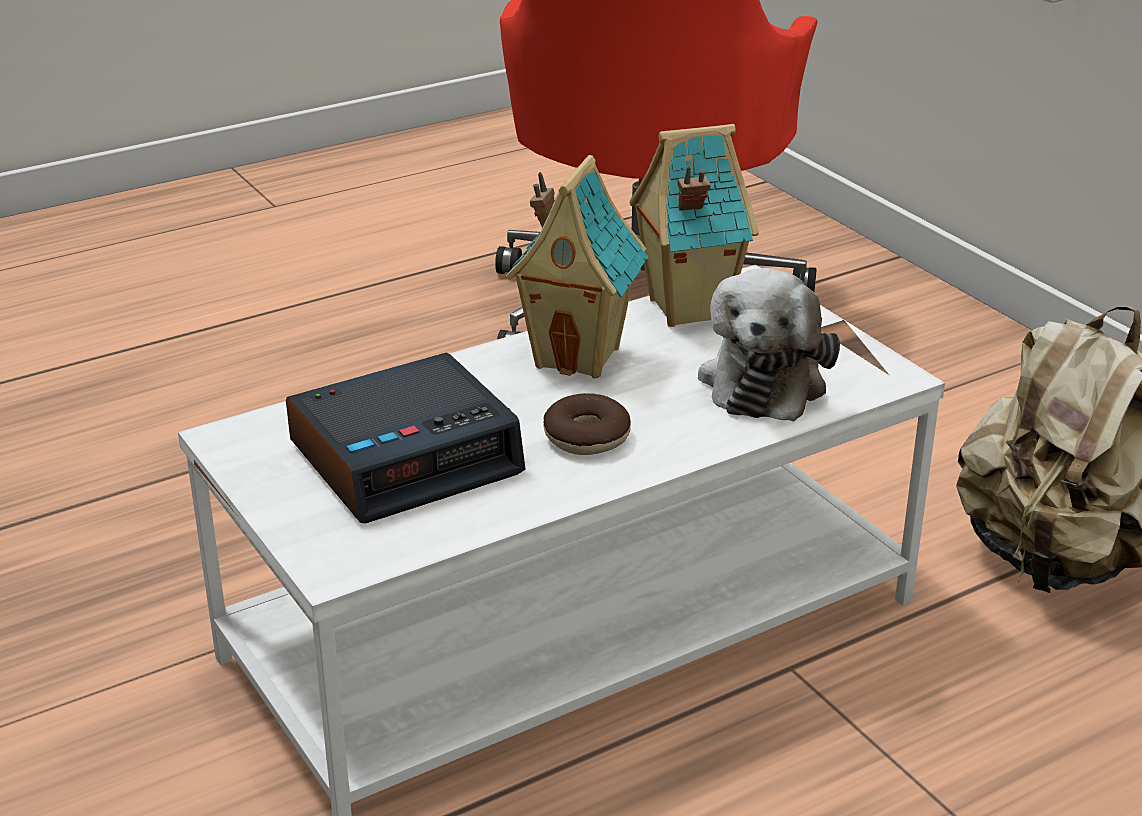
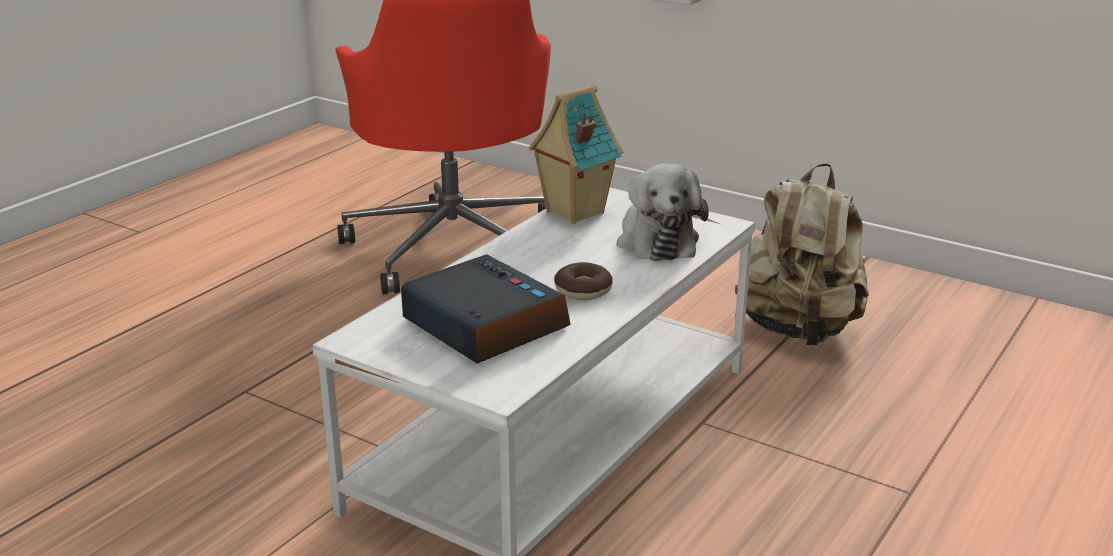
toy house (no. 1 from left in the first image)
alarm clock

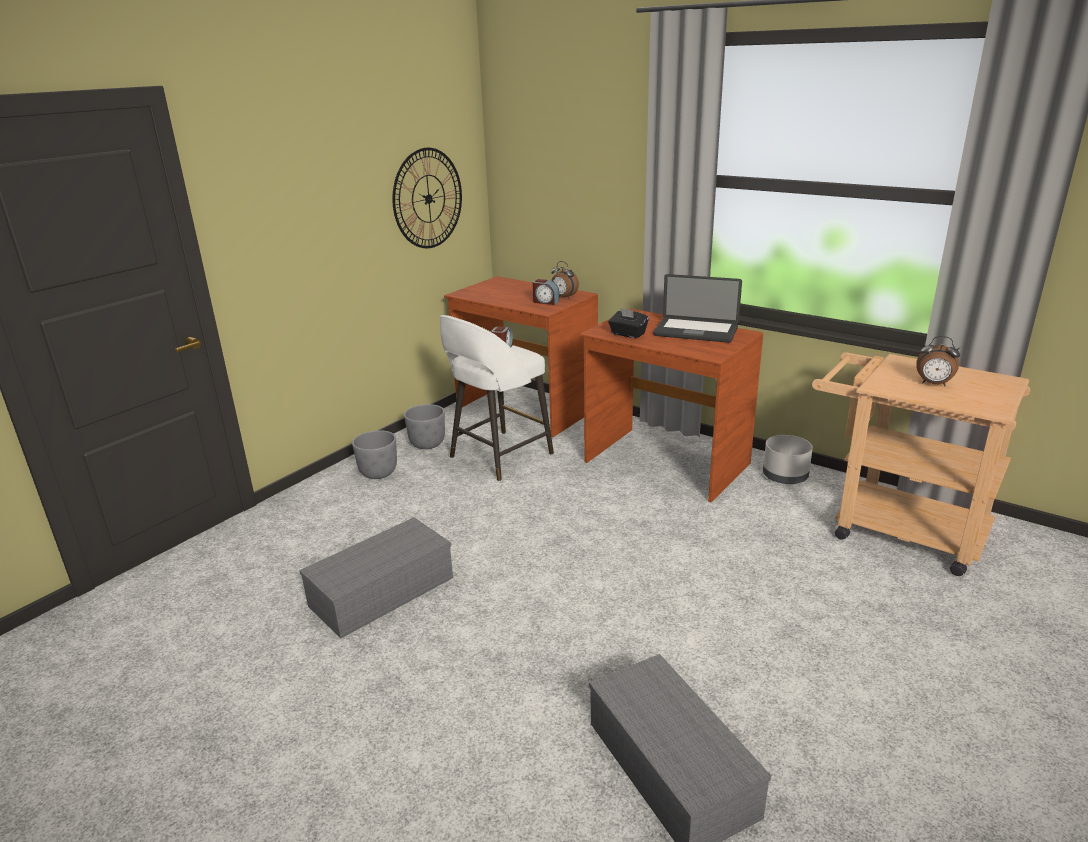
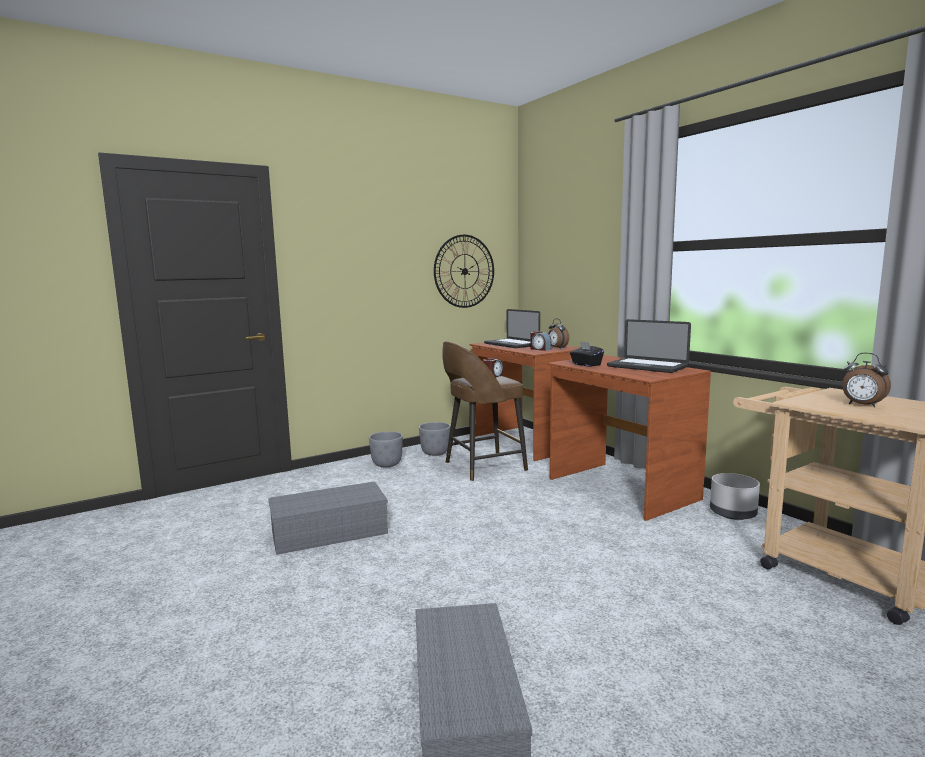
brown stool
laptop (no. 1 from left)

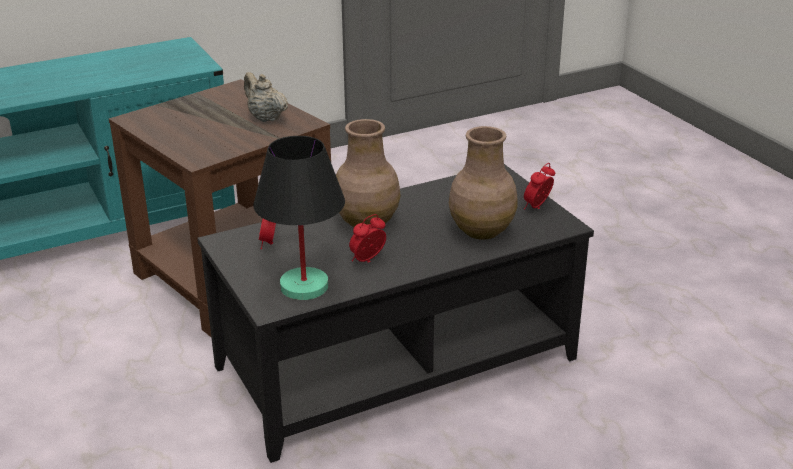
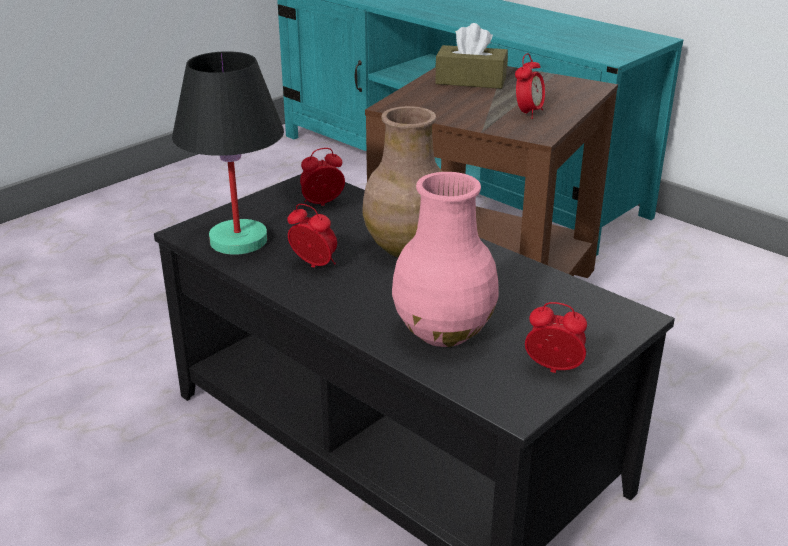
alarm clock (no. 3 from left)
pink vase
brown tissue box

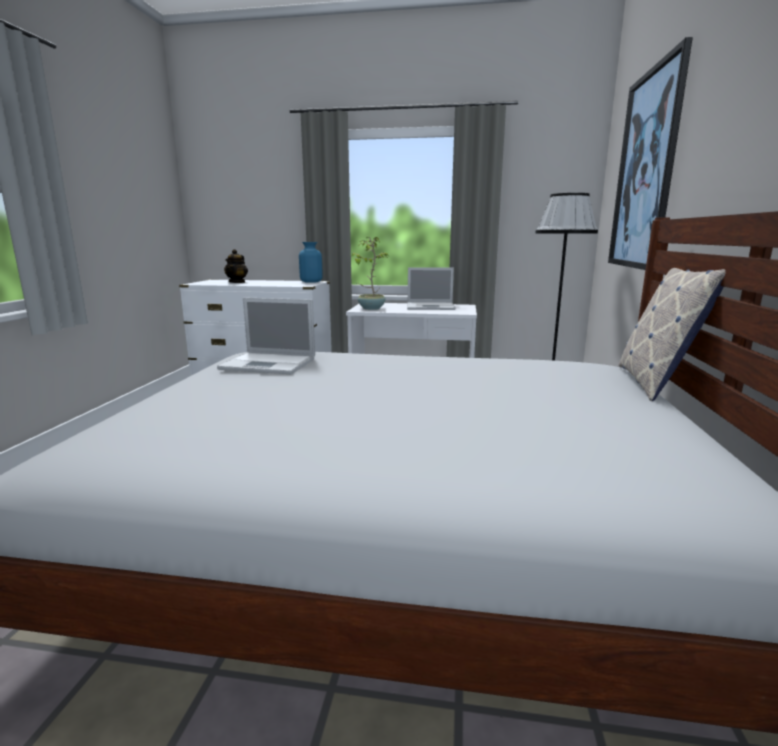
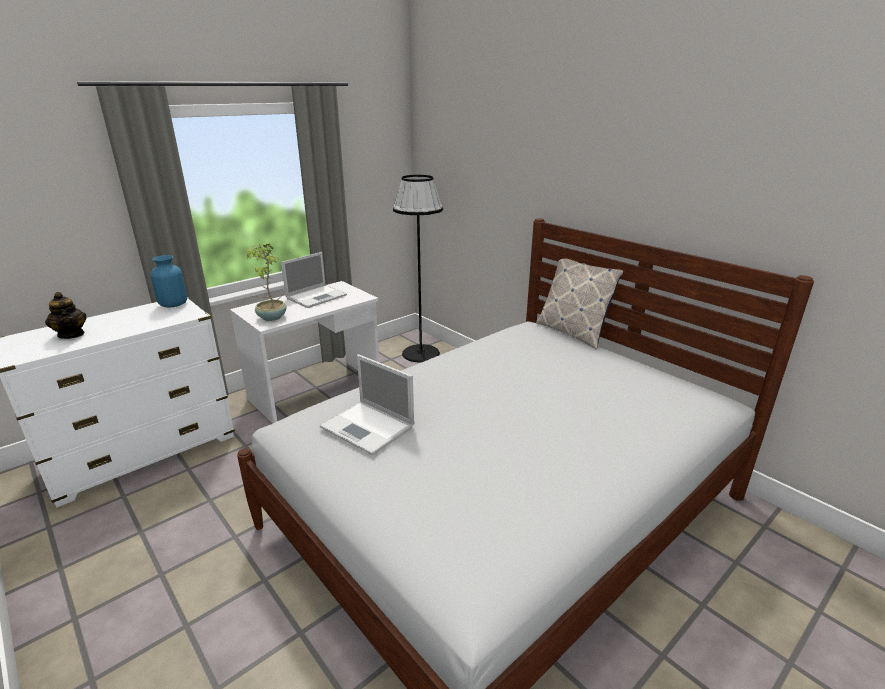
picture
laptop (no. 2 from left)

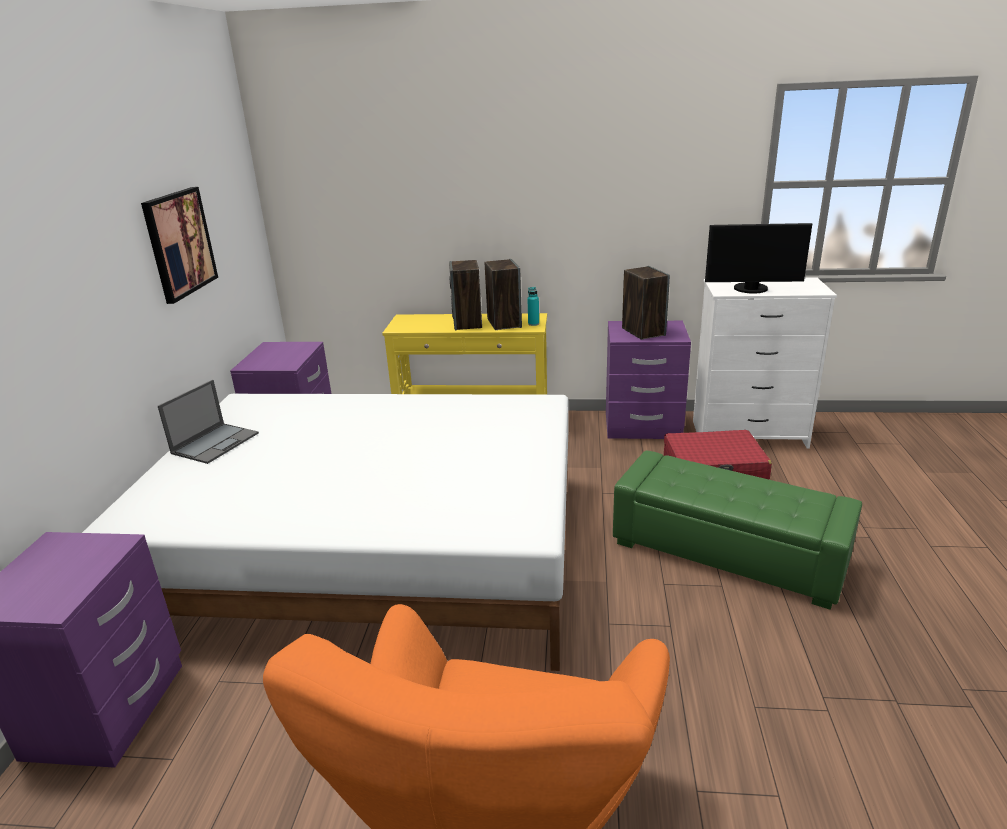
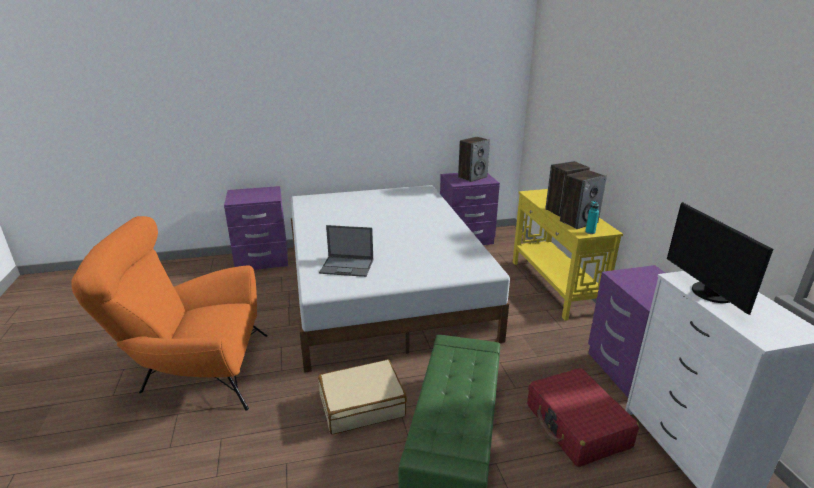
picture
speaker (no. 1 from left)
laptop
beige suitcase

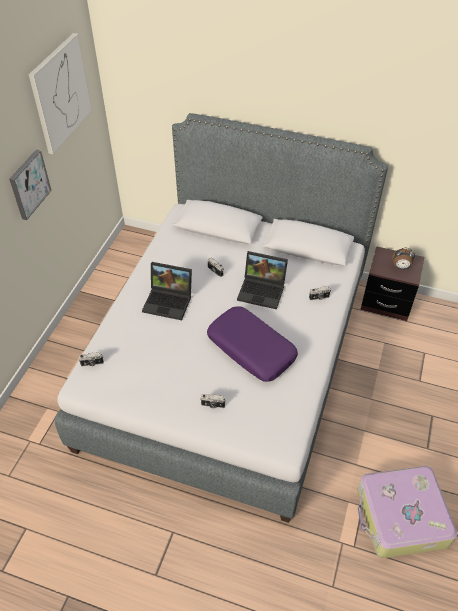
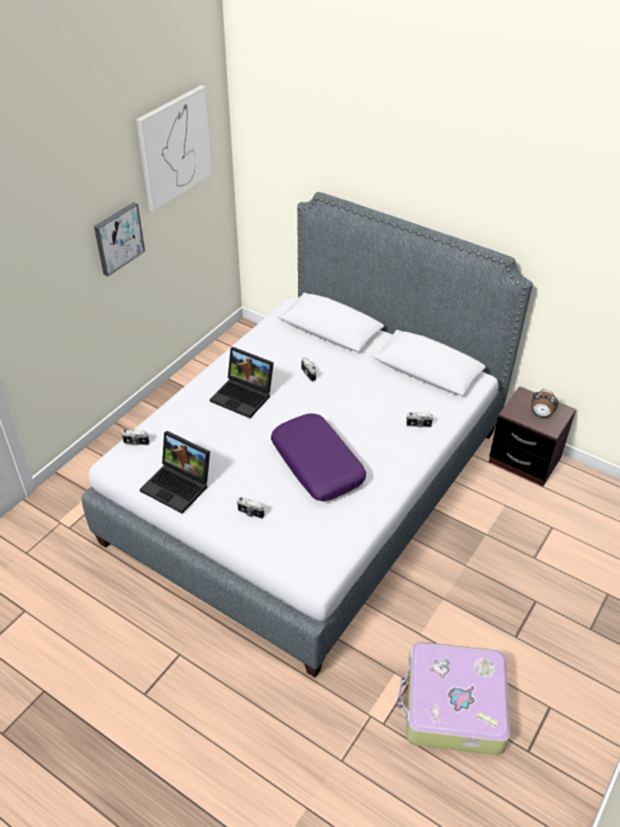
laptop (no. 1 from left)

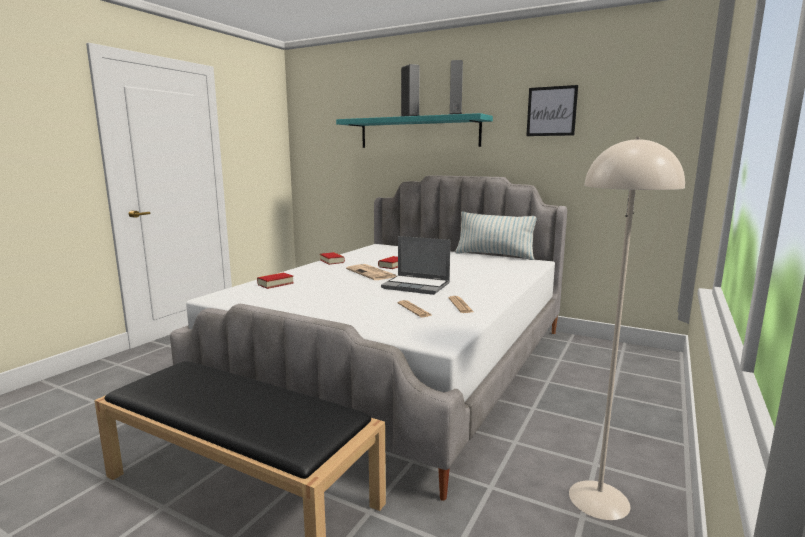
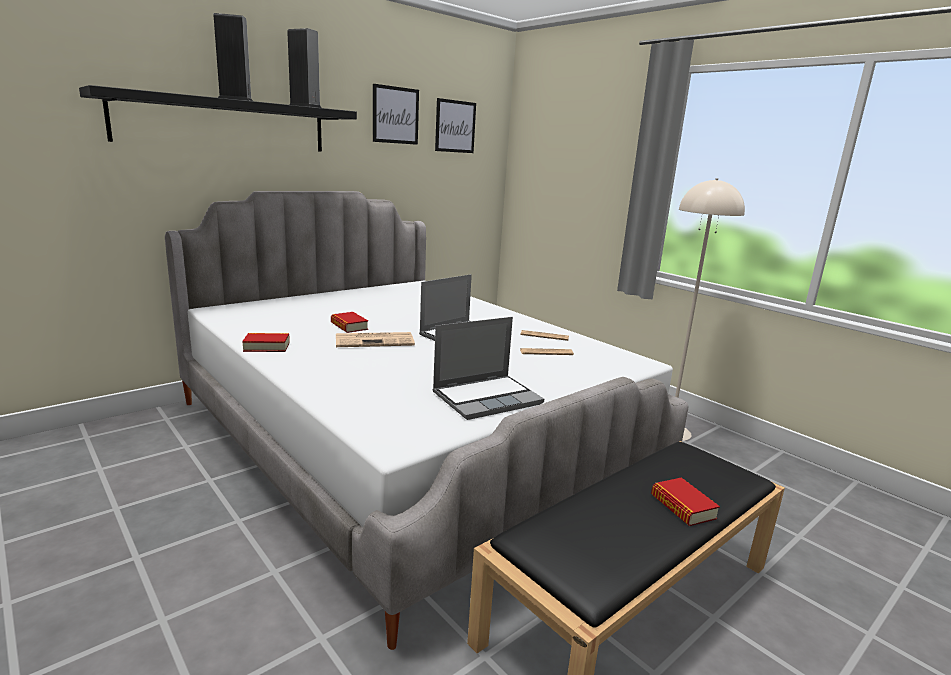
black shelf
pillow
book (no. 3 from left)
picture (no. 2 from left)
laptop (no. 2 from left)

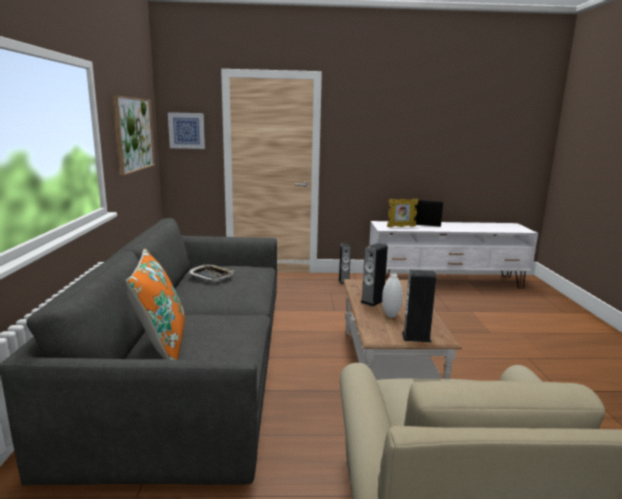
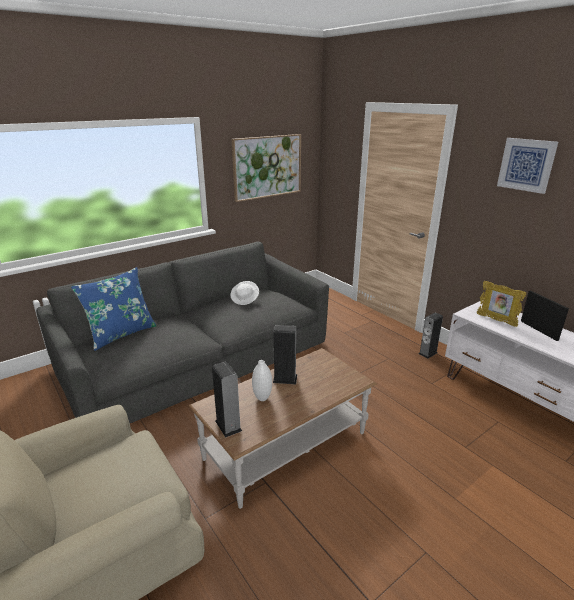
picture (no. 2 from left)
blue pillow
white hat

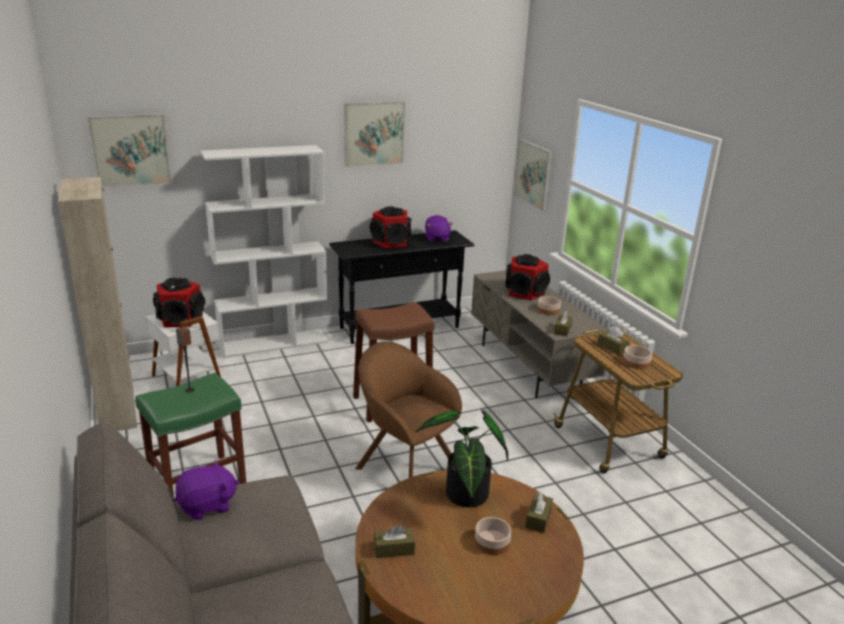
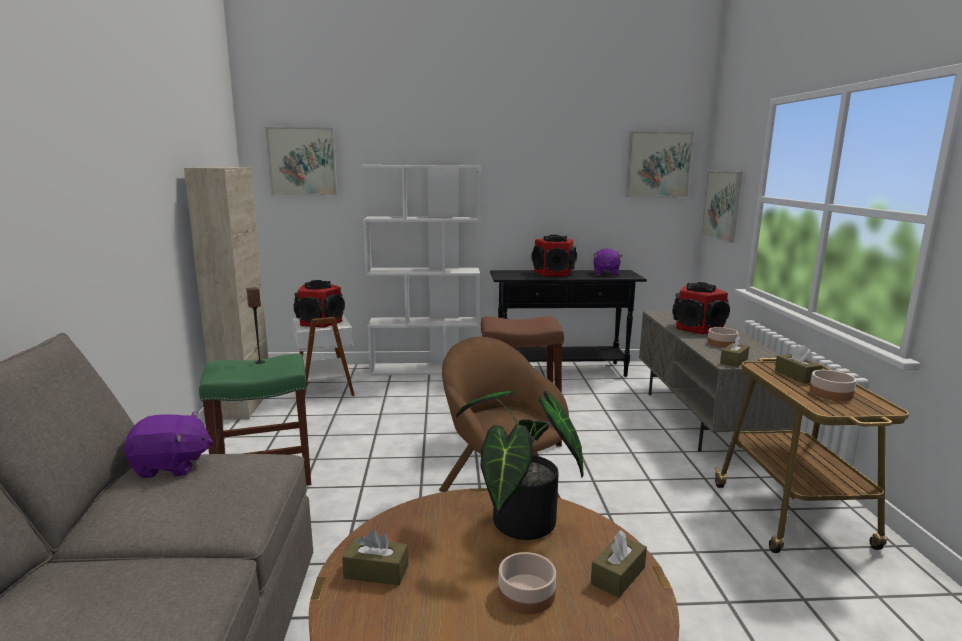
picture (no. 2 from left)

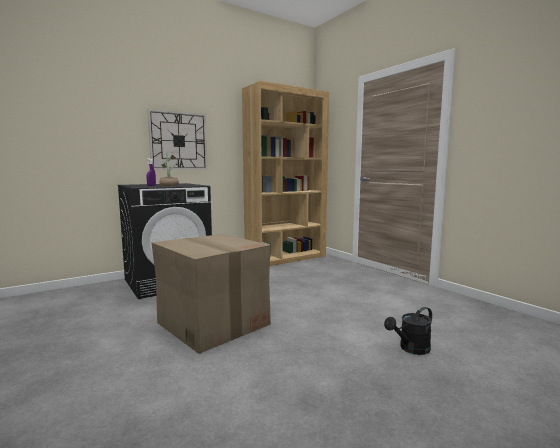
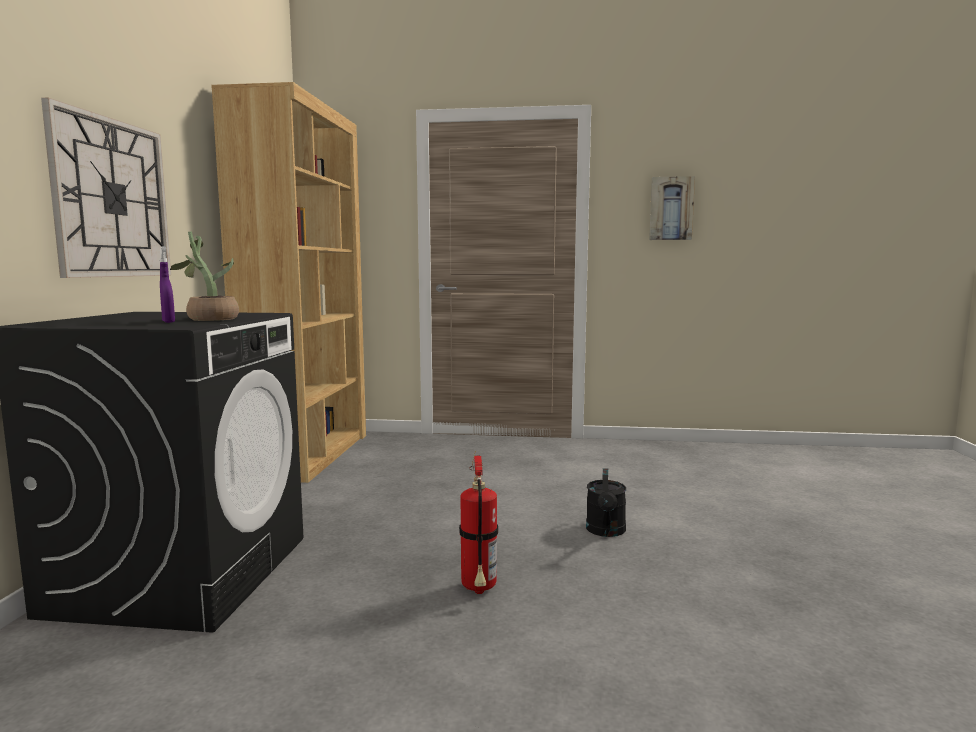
fire extinguisher
black watering can
picture

